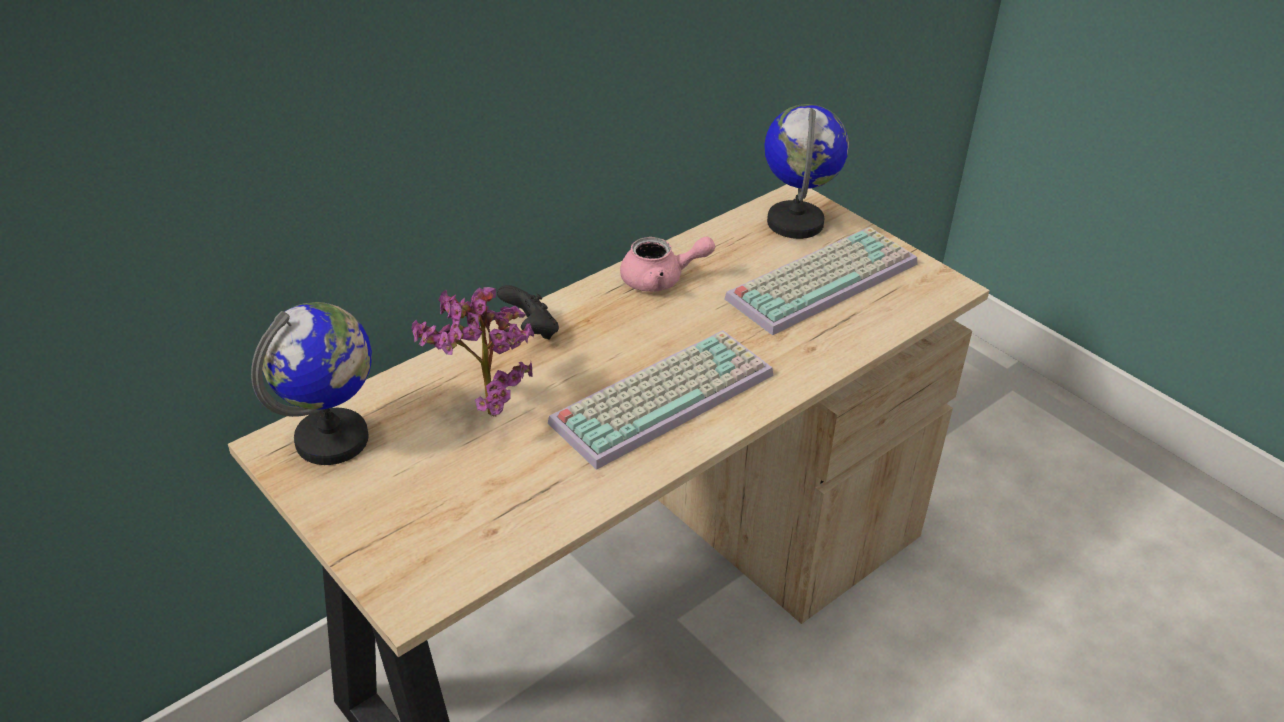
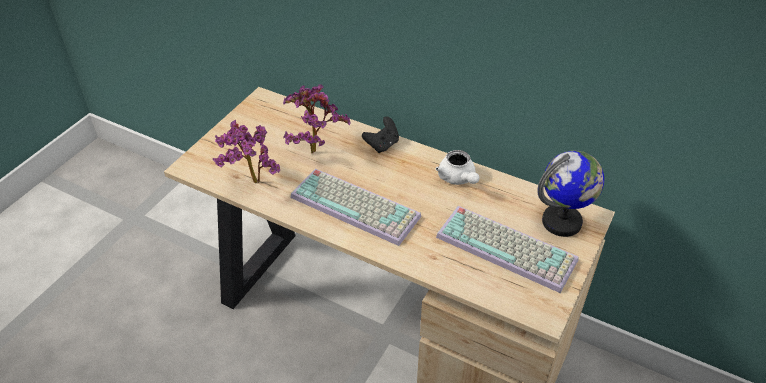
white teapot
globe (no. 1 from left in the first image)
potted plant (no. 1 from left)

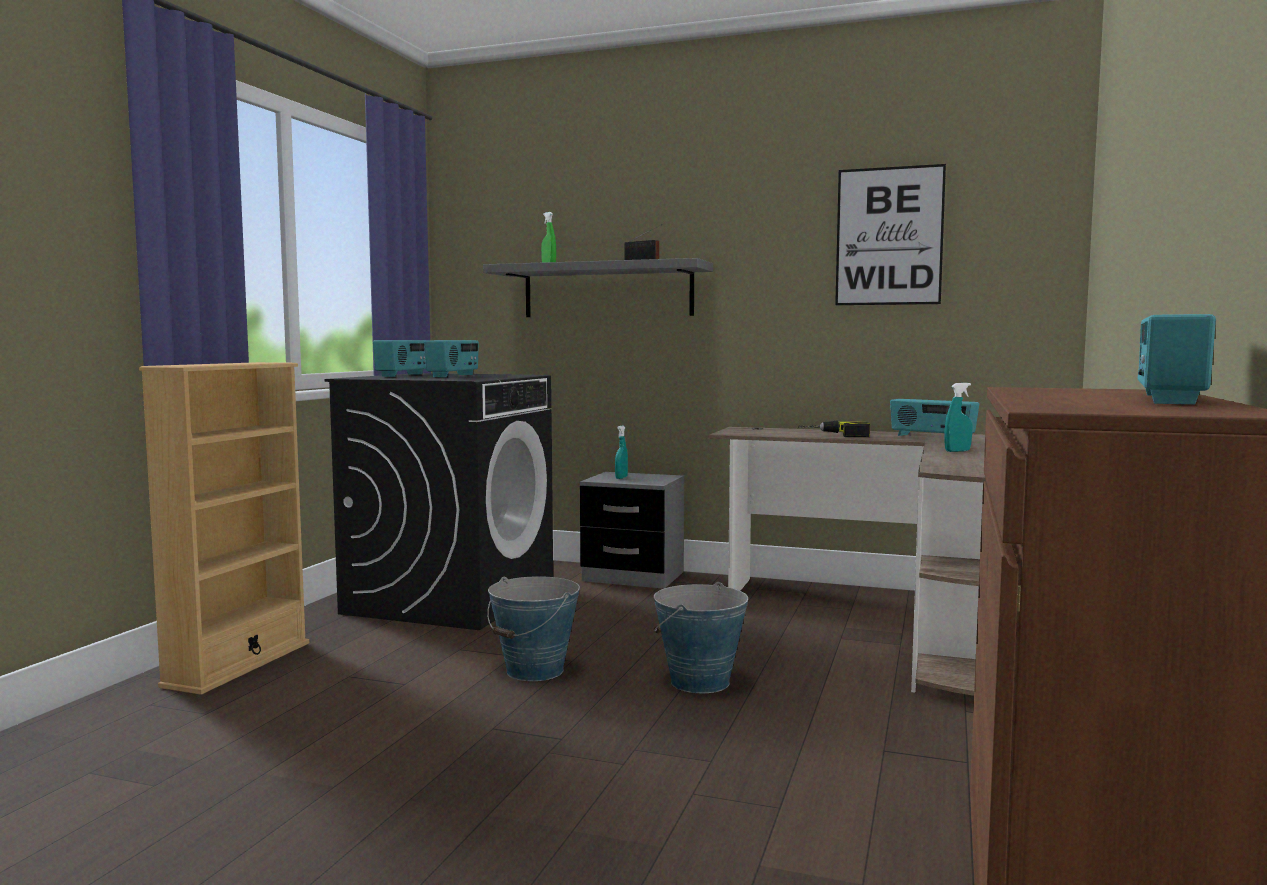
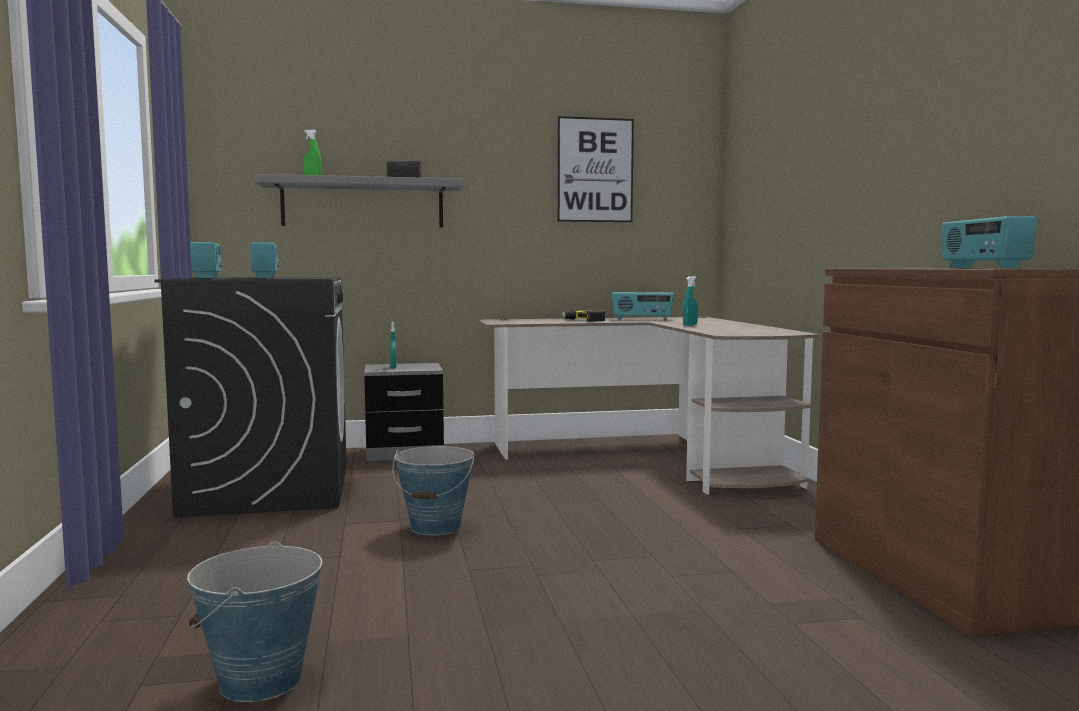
beige bookcase
bucket (no. 1 from left)

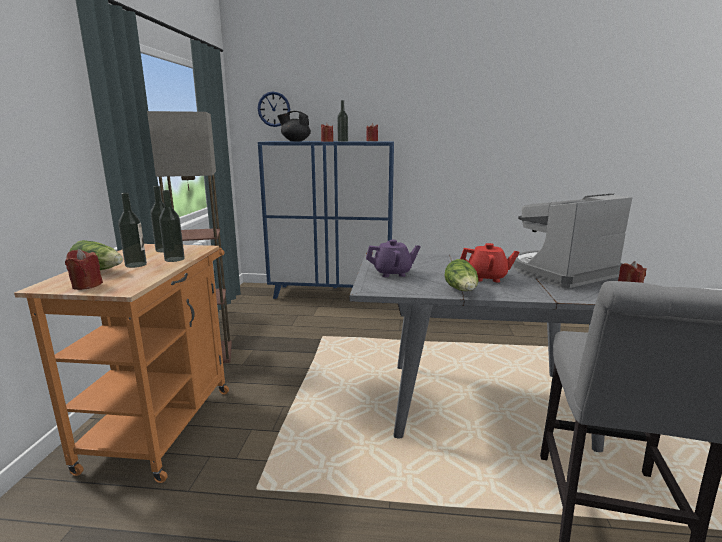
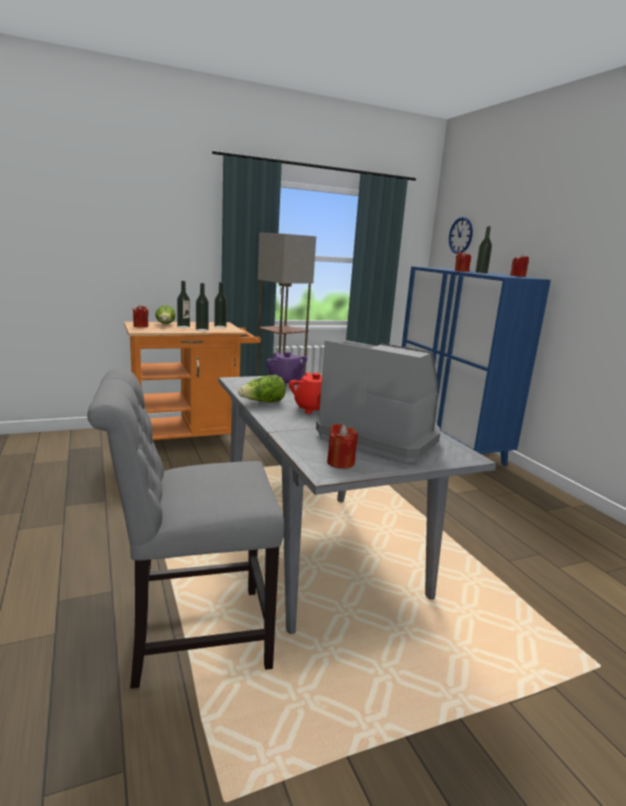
black teapot

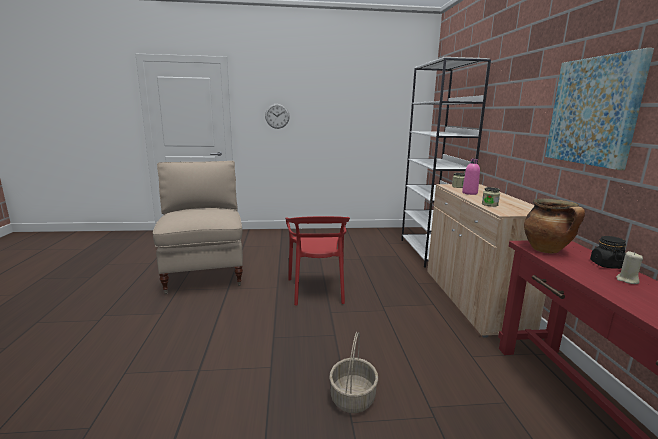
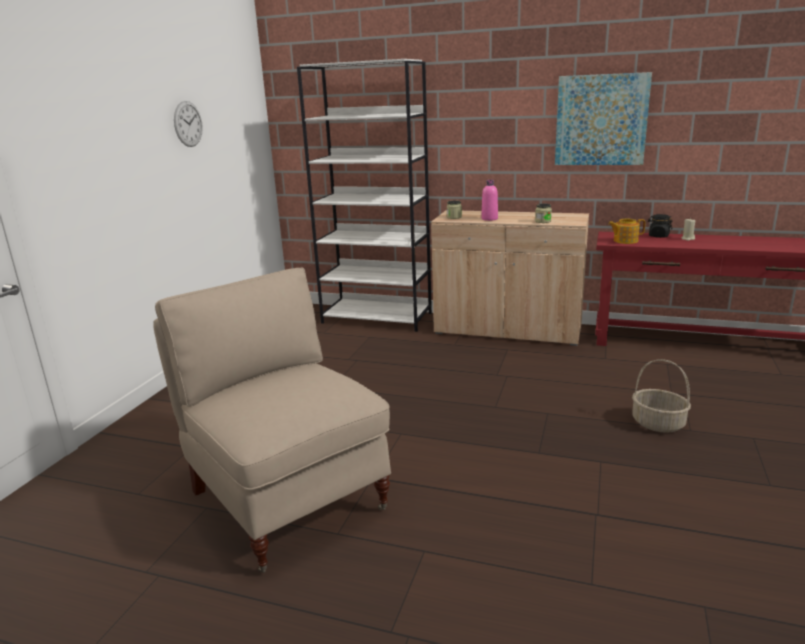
wall clock
beige chair
teapot
red chair

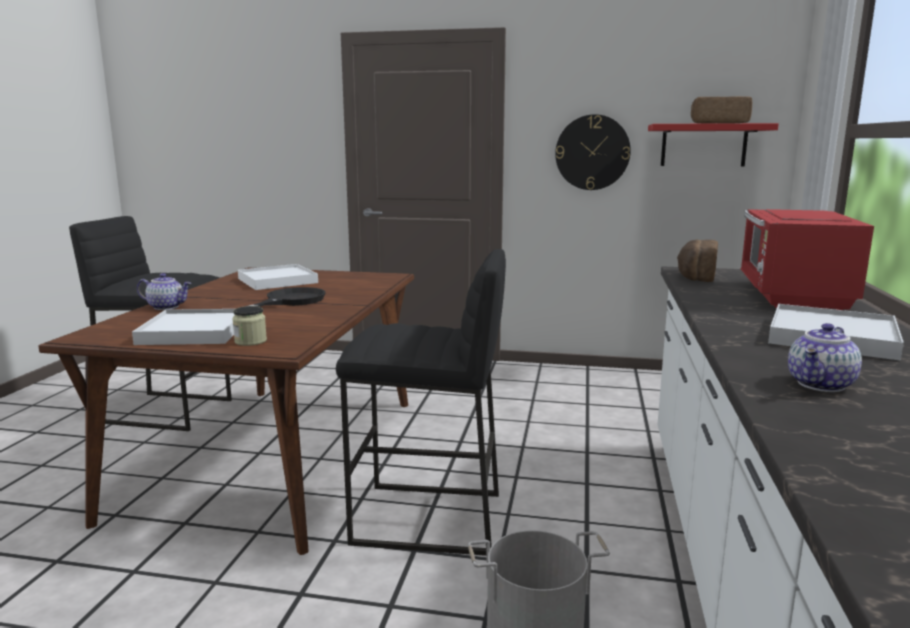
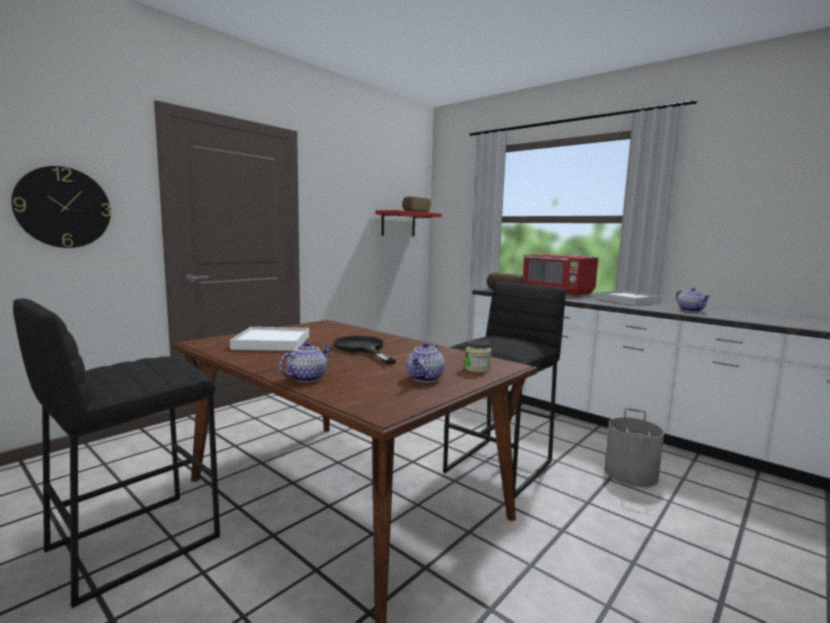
wall clock
teapot (no. 2 from left)

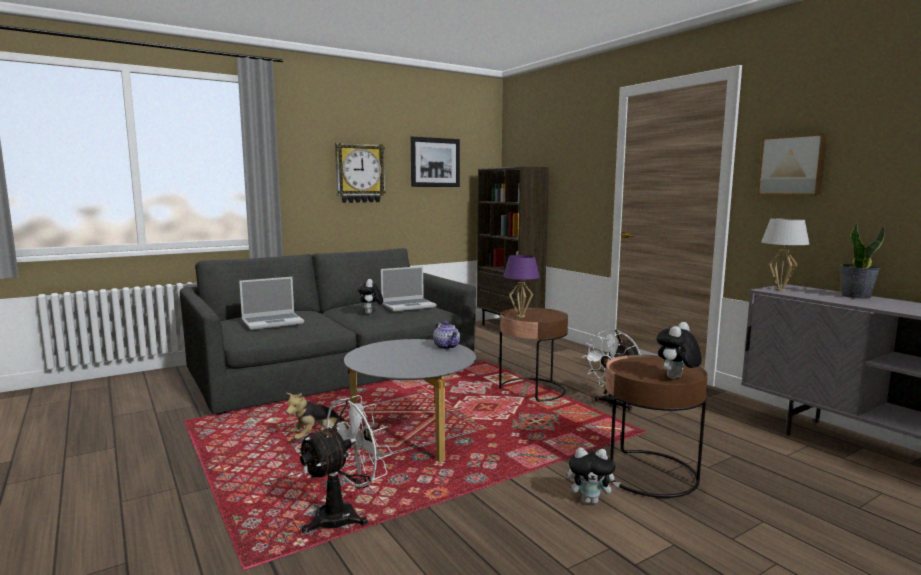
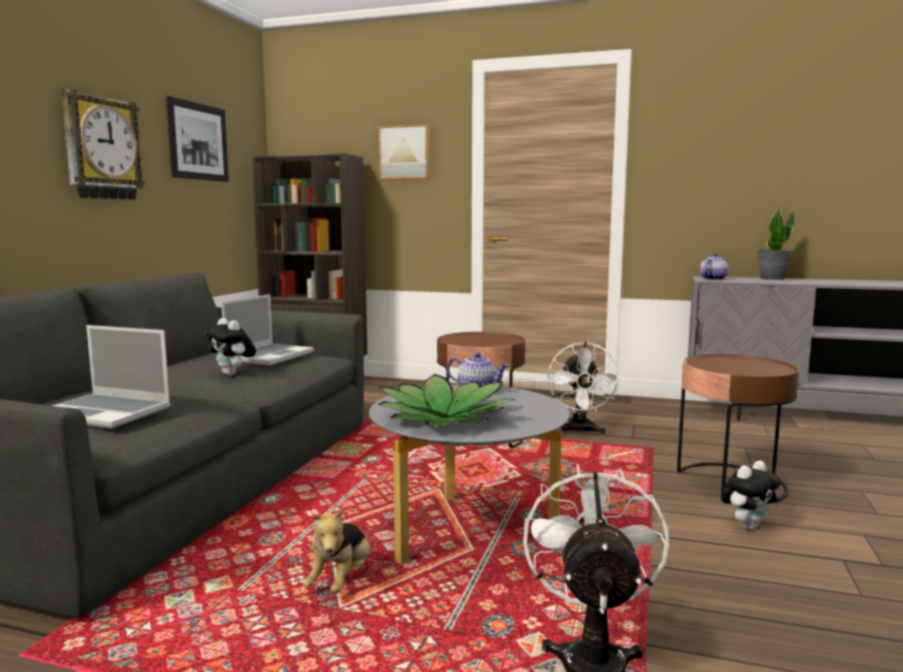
picture (no. 2 from left)
teapot (no. 2 from left)
purple table lamp
laptop (no. 1 from left)
plush toy (no. 4 from left in the first image)
potted plant (no. 1 from left)

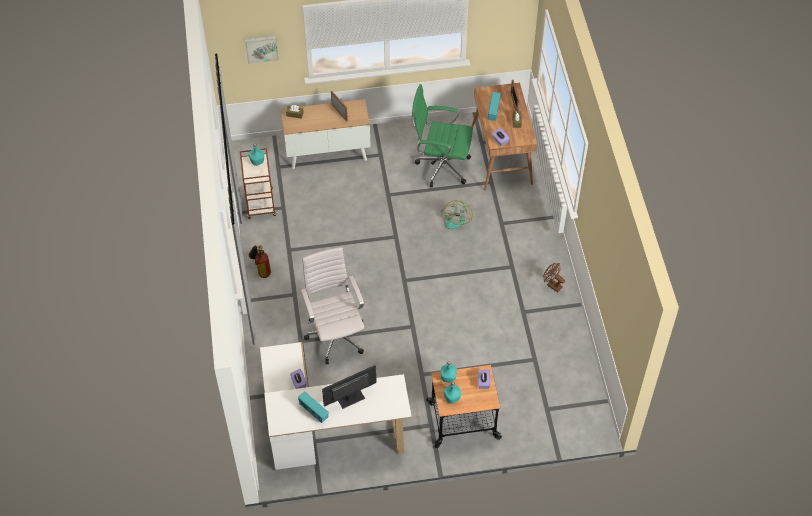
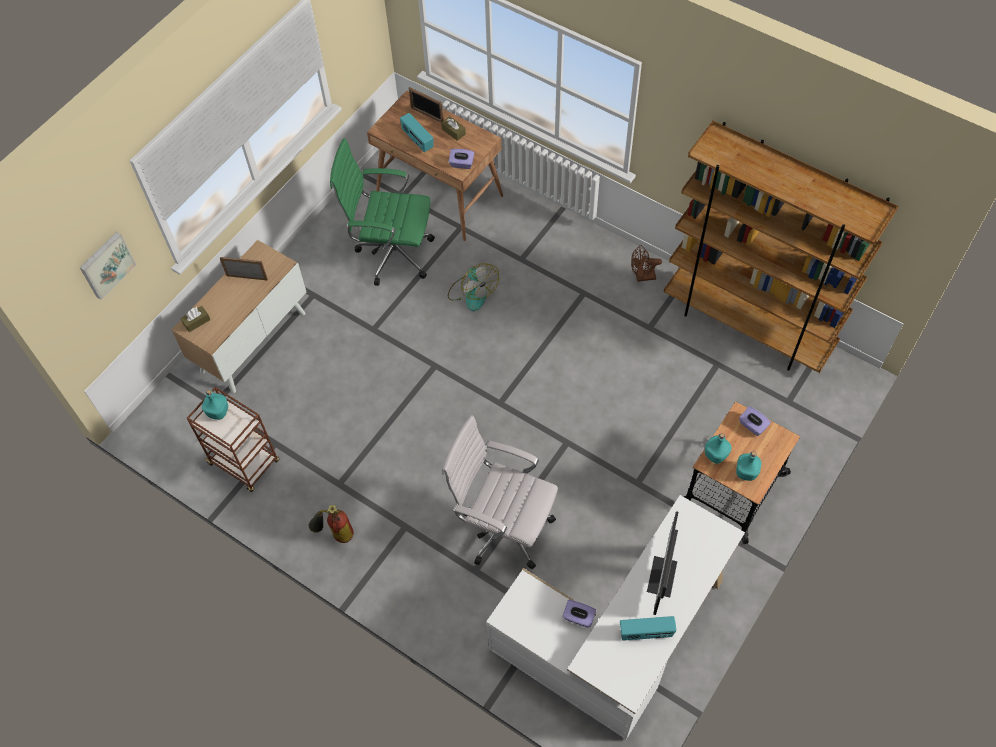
green office chair
brown bookcase

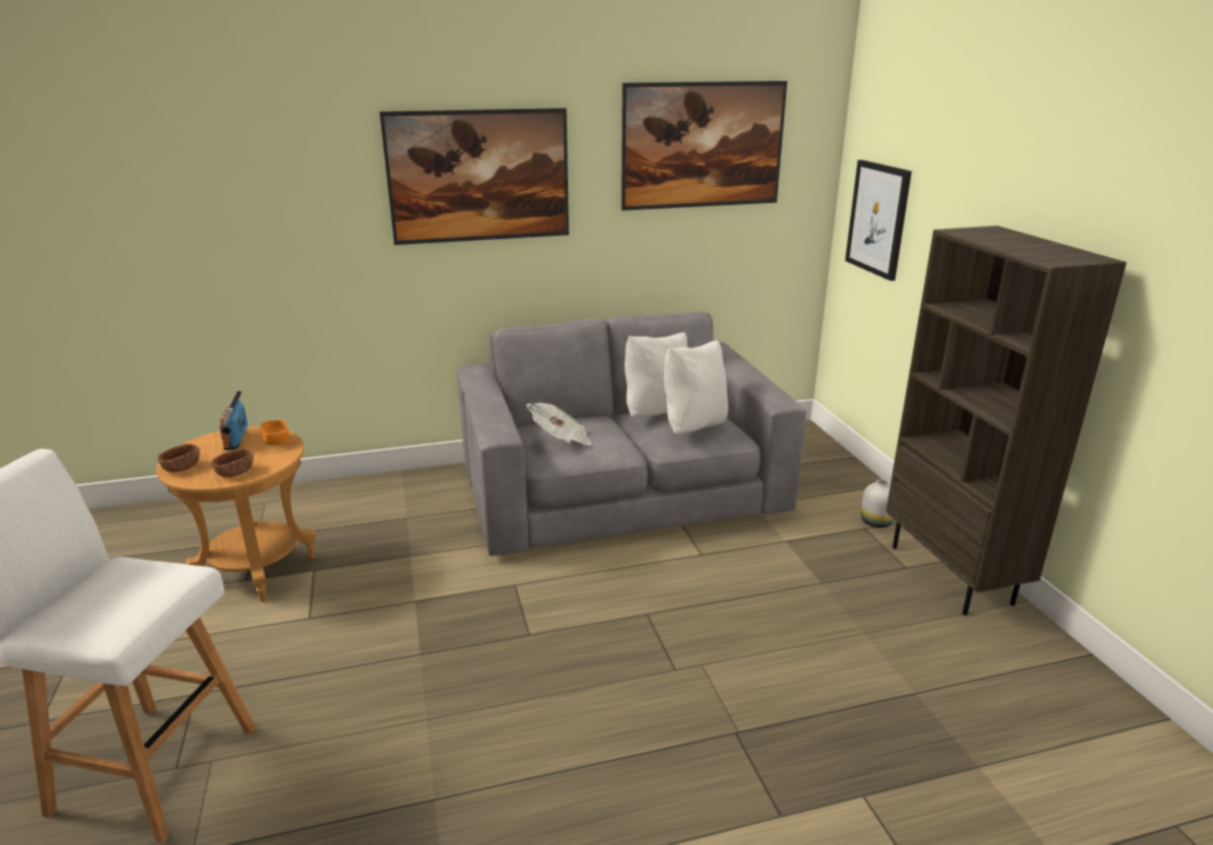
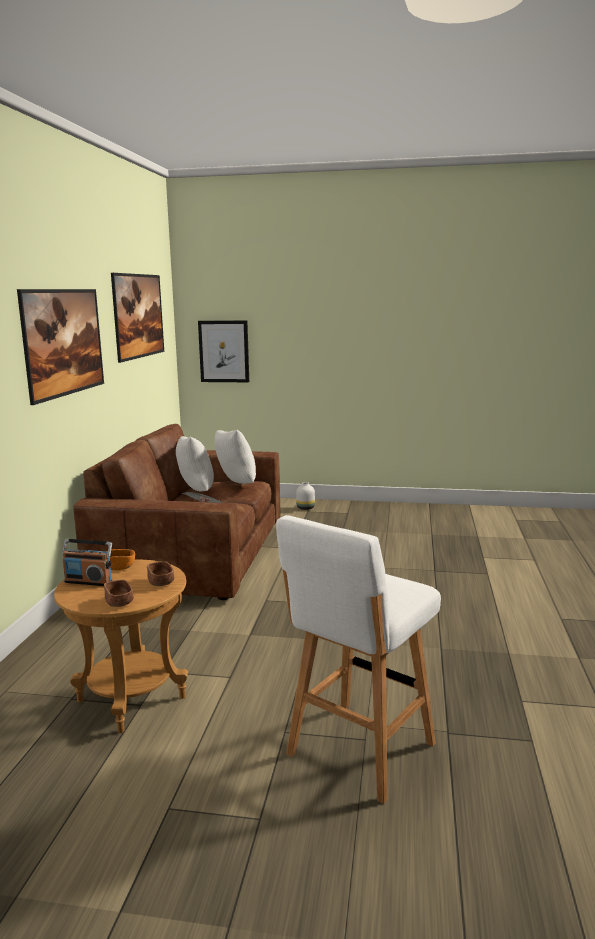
brown bookcase
brown sofa

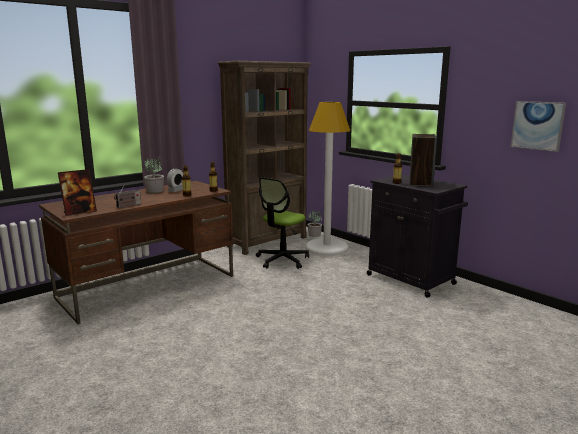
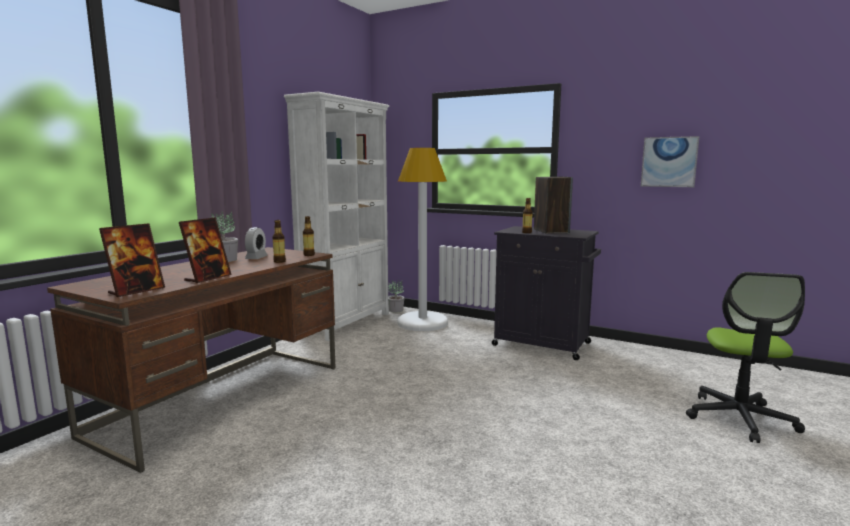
white bookcase
office chair
picture frame (no. 2 from left)

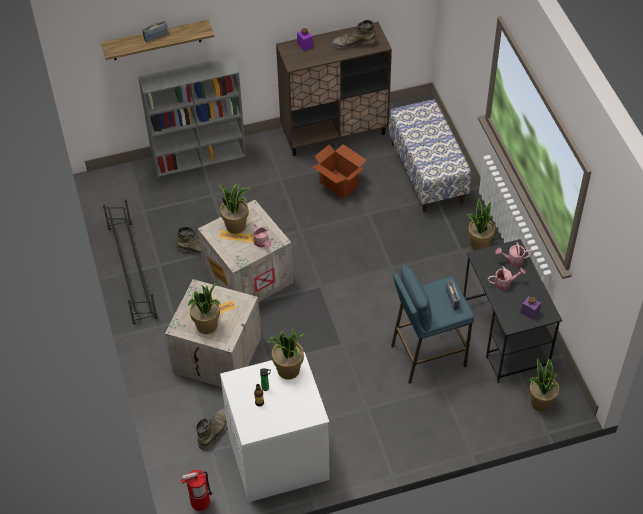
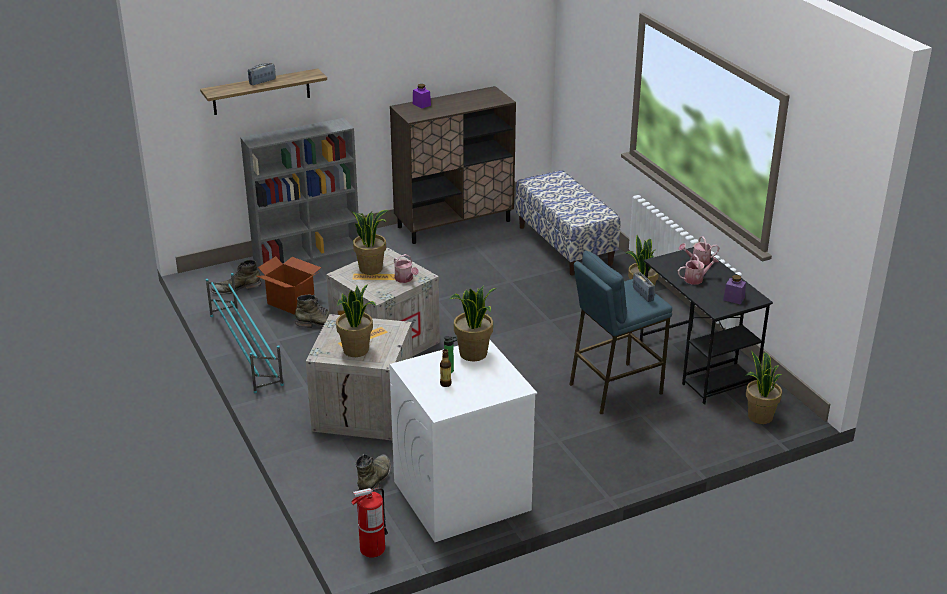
green boot (no. 1 from left)
cardboard box
turquoise shoe rack

